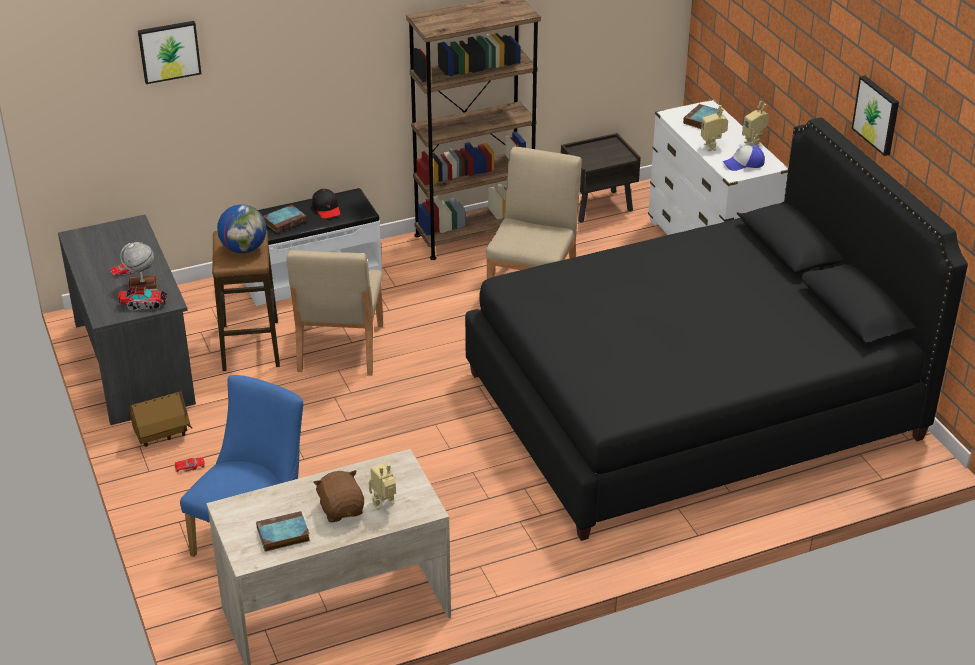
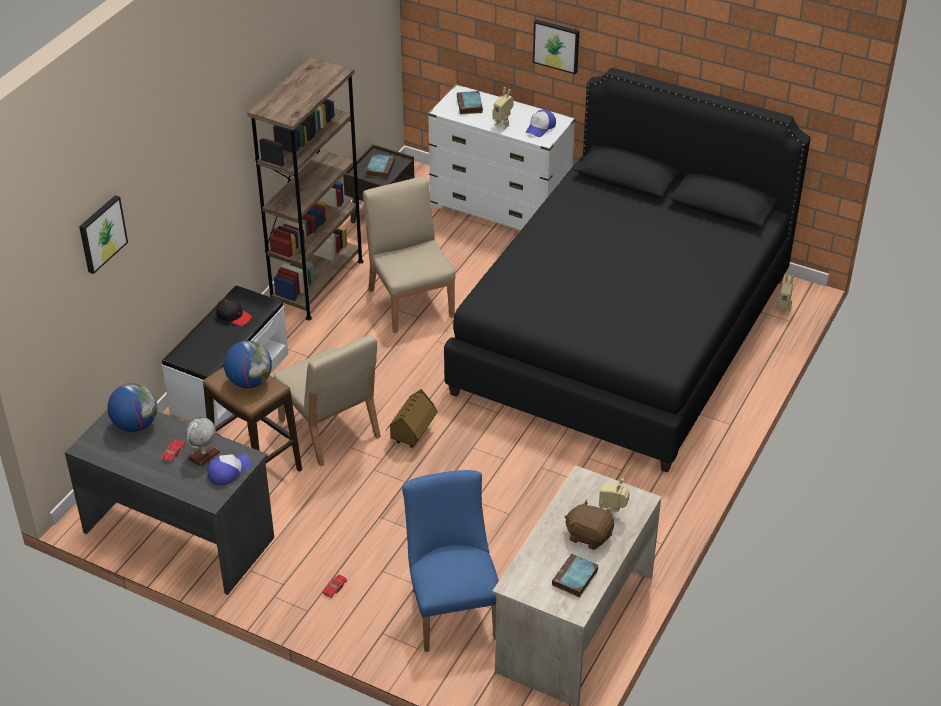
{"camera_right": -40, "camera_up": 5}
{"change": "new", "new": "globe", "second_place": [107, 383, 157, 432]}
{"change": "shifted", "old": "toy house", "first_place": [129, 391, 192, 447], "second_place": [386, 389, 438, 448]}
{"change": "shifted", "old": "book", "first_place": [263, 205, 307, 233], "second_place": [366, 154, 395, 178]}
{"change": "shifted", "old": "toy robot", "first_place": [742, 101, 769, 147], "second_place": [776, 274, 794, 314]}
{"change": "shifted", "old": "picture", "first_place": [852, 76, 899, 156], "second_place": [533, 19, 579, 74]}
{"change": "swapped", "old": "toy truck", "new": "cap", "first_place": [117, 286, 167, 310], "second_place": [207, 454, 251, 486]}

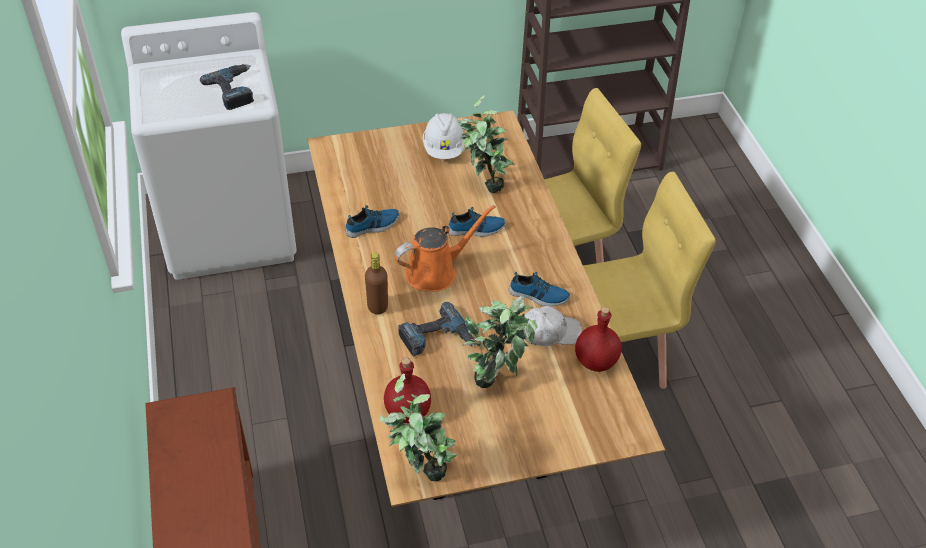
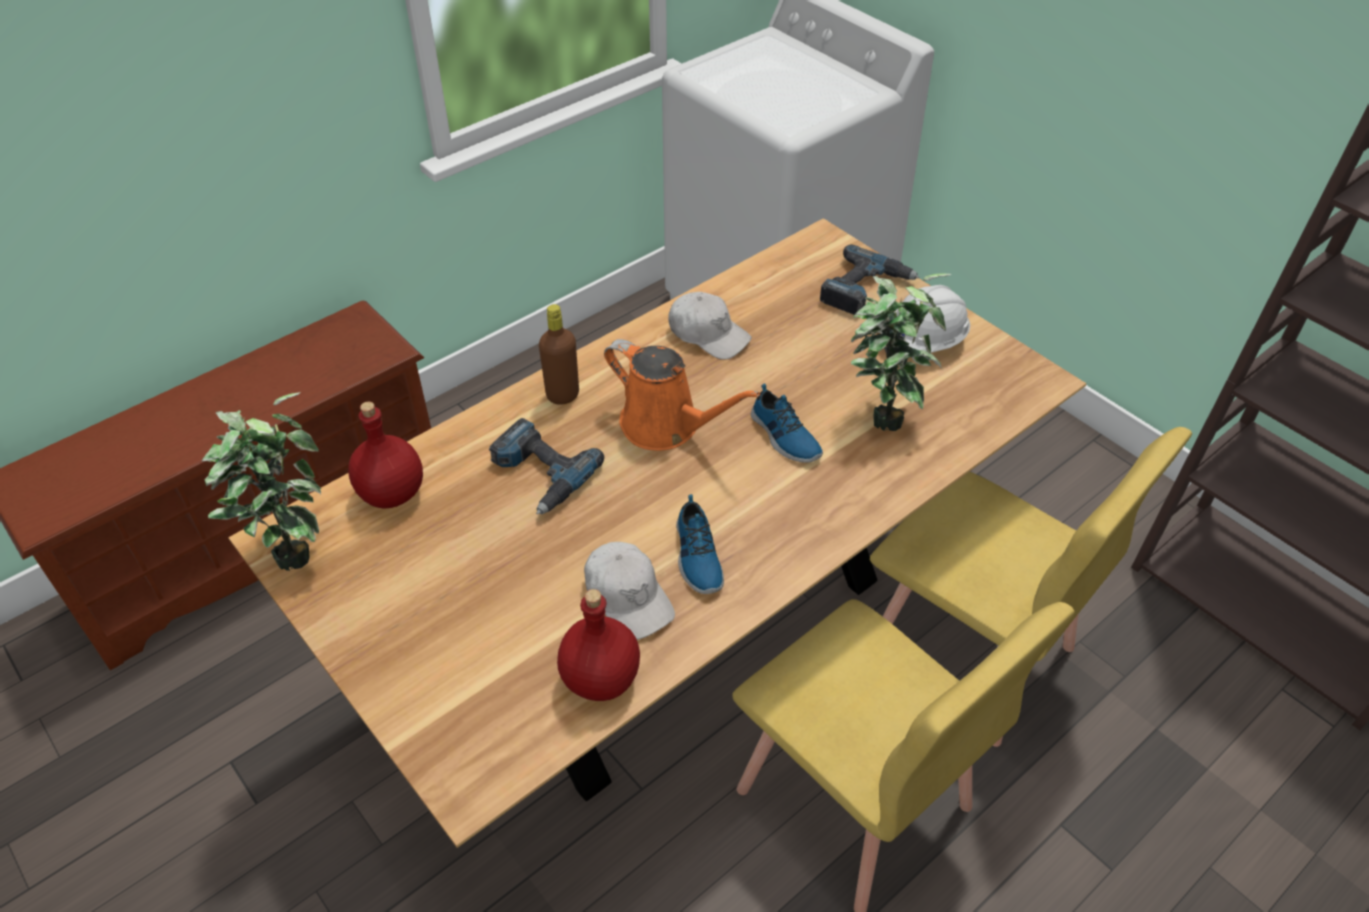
{"camera_right": 65, "camera_up": 0}
{"change": "gone", "old": "potted plant", "first_place": [462, 295, 538, 388]}
{"change": "shifted", "old": "power drill", "first_place": [200, 64, 254, 110], "second_place": [820, 245, 920, 315]}
{"change": "swapped", "old": "shoe", "new": "white cap", "first_place": [345, 205, 399, 238], "second_place": [668, 292, 752, 360]}

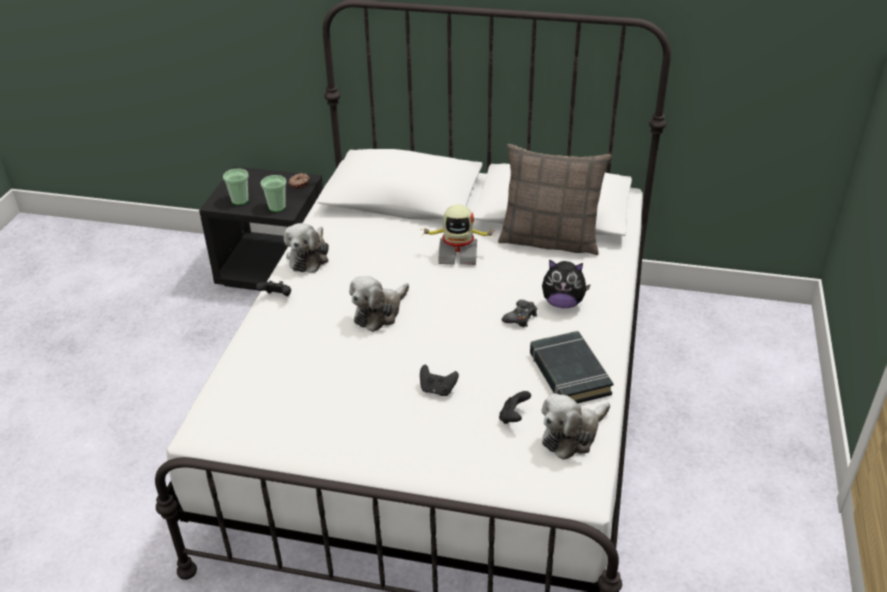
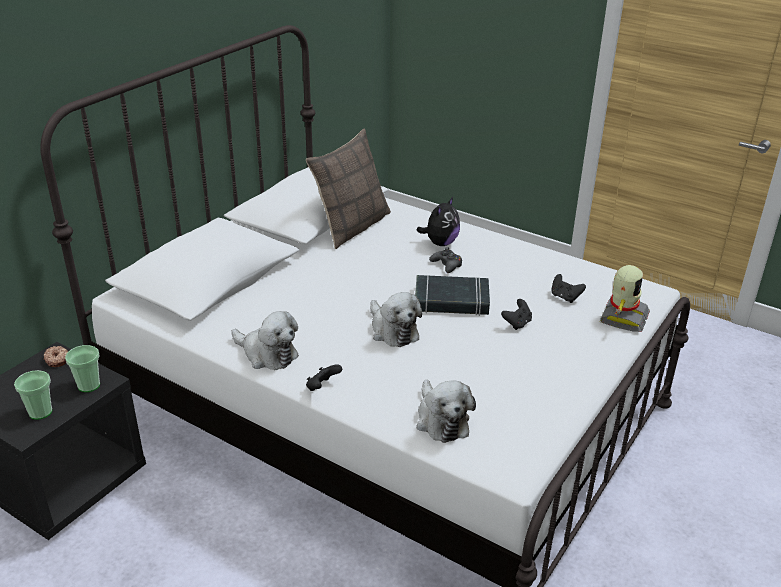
{"camera_right": -70, "camera_up": -5}
{"change": "shifted", "old": "toy robot", "first_place": [421, 204, 495, 265], "second_place": [600, 265, 650, 332]}
{"change": "shifted", "old": "black book", "first_place": [530, 331, 614, 403], "second_place": [415, 275, 490, 316]}
{"change": "shifted", "old": "plush toy", "first_place": [542, 393, 610, 460], "second_place": [417, 380, 476, 443]}

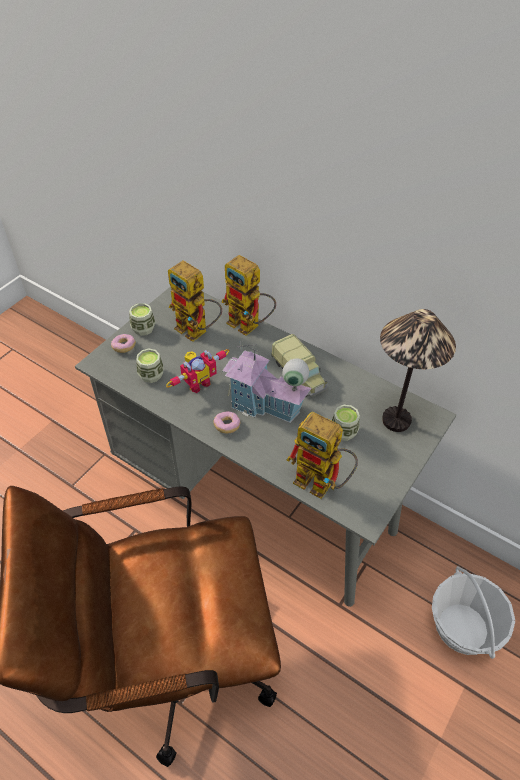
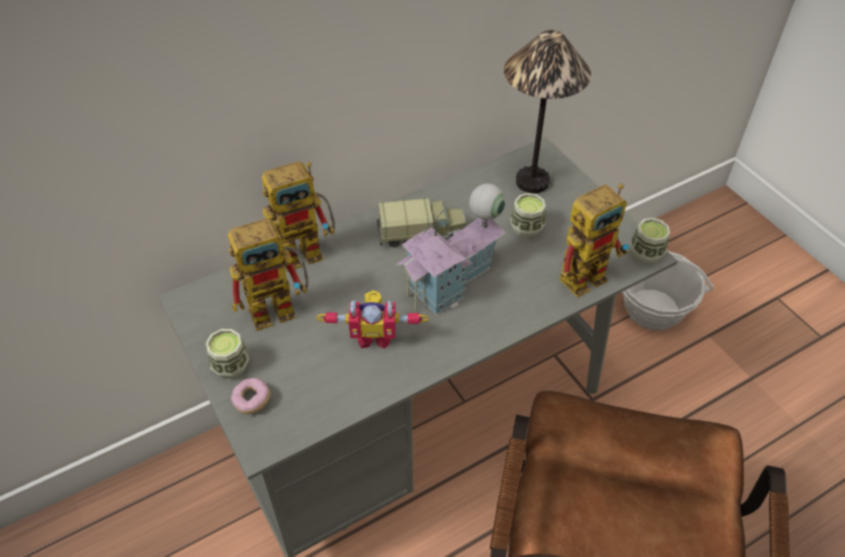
{"camera_right": -65, "camera_up": 0}
{"change": "gone", "old": "donut", "first_place": [213, 411, 240, 434]}
{"change": "shifted", "old": "cup", "first_place": [136, 349, 164, 383], "second_place": [631, 218, 670, 264]}
{"change": "rotated", "old": "toy robot", "first_place": [166, 349, 229, 393], "second_place": [316, 290, 429, 348], "degrees": 105}

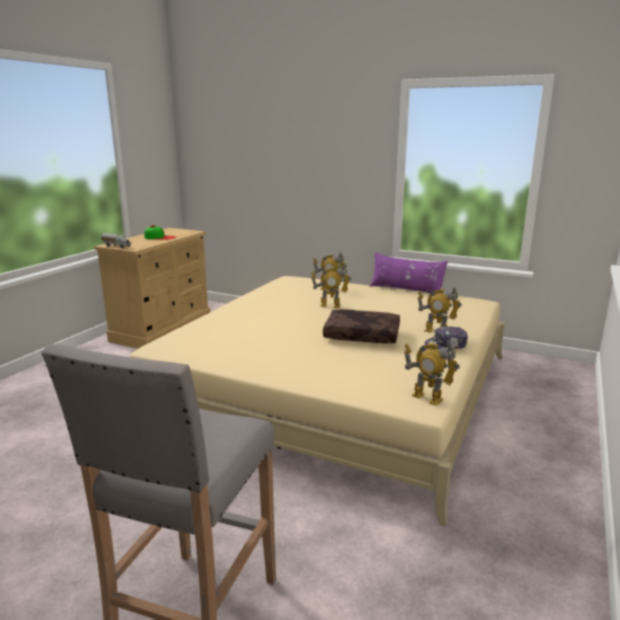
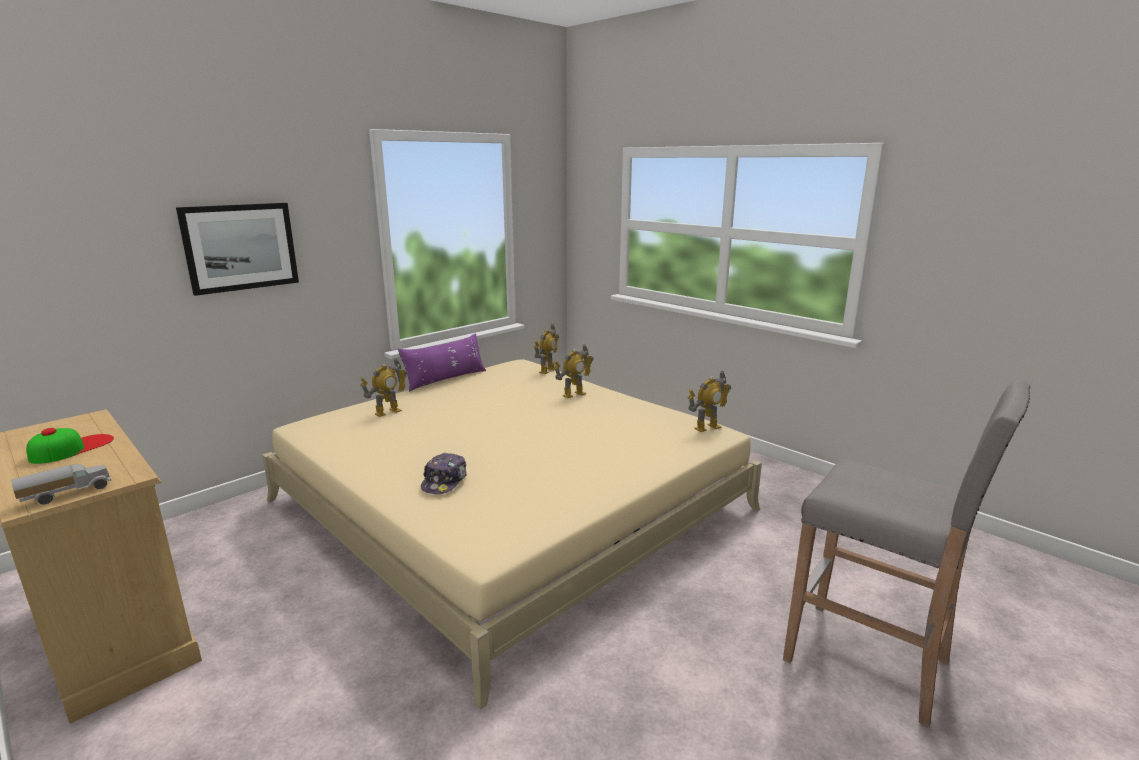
{"camera_right": -70, "camera_up": 0}
{"change": "gone", "old": "brown pillow", "first_place": [323, 309, 400, 344]}
{"change": "new", "new": "picture", "second_place": [176, 203, 299, 296]}
{"change": "shifted", "old": "toy robot", "first_place": [311, 264, 351, 308], "second_place": [534, 324, 559, 374]}
{"change": "shifted", "old": "cap", "first_place": [424, 326, 468, 349], "second_place": [421, 453, 467, 494]}

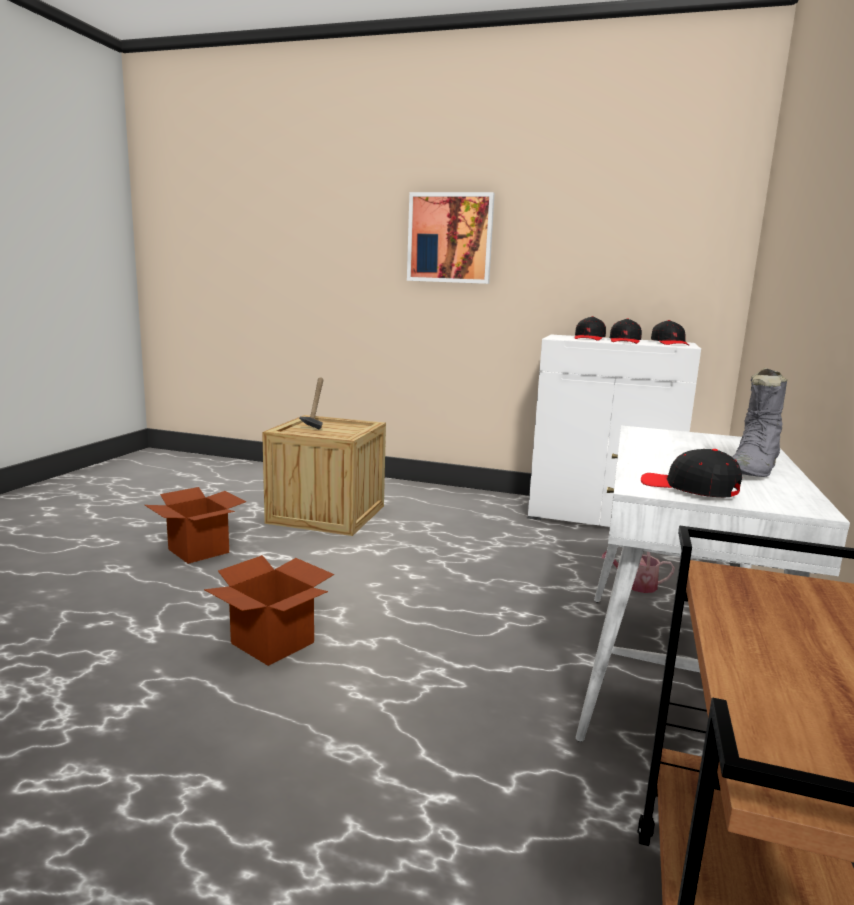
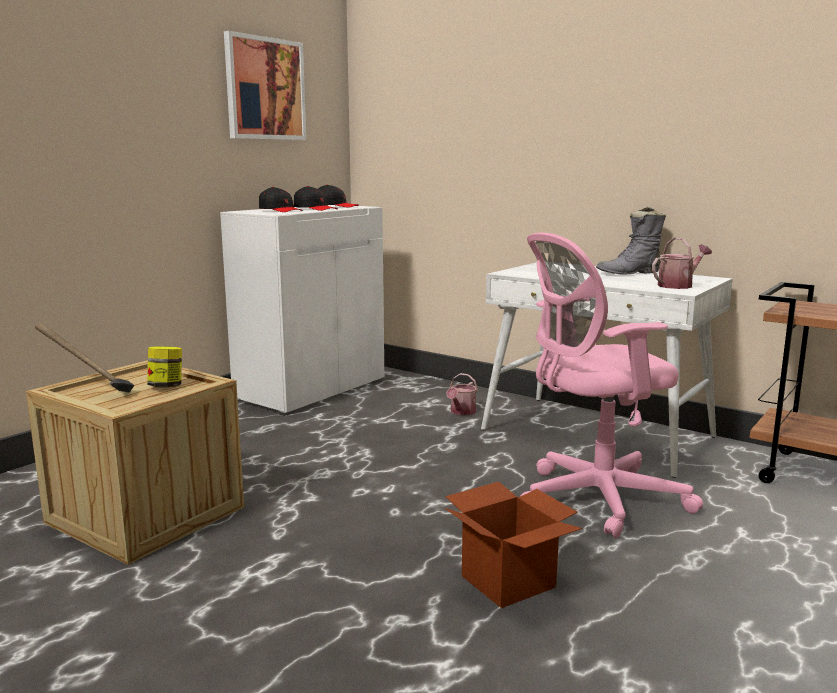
{"camera_right": -70, "camera_up": 0}
{"change": "gone", "old": "cardboard box", "first_place": [145, 487, 246, 564]}
{"change": "new", "new": "jar", "second_place": [147, 346, 182, 387]}
{"change": "new", "new": "pink office chair", "second_place": [521, 233, 704, 538]}
{"change": "shifted", "old": "picture", "first_place": [407, 192, 495, 284], "second_place": [224, 31, 306, 140]}
{"change": "swapped", "old": "black cap", "new": "watering can", "first_place": [641, 449, 742, 497], "second_place": [652, 237, 712, 289]}
{"change": "rotated", "old": "grey boot", "first_place": [733, 368, 787, 477], "second_place": [596, 207, 666, 274], "degrees": 105}

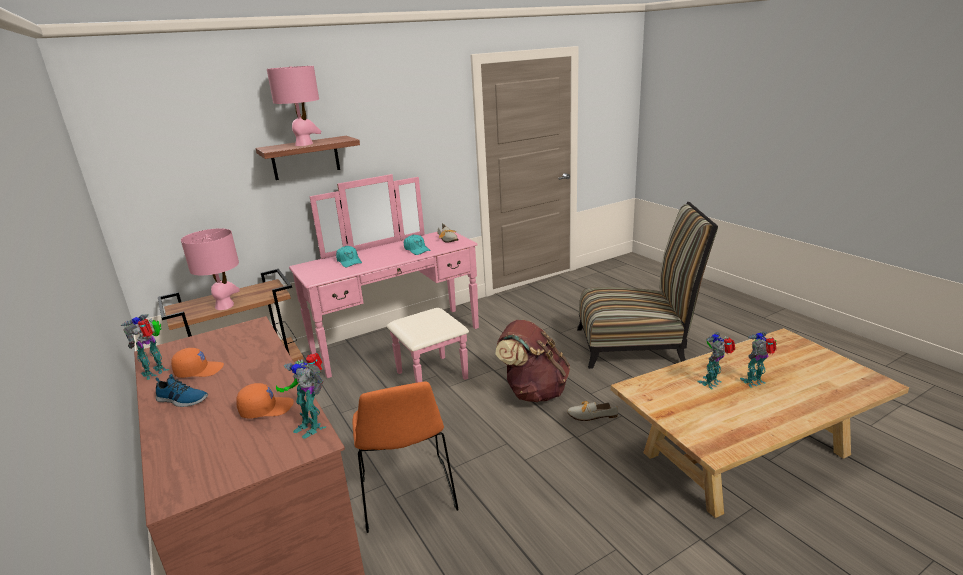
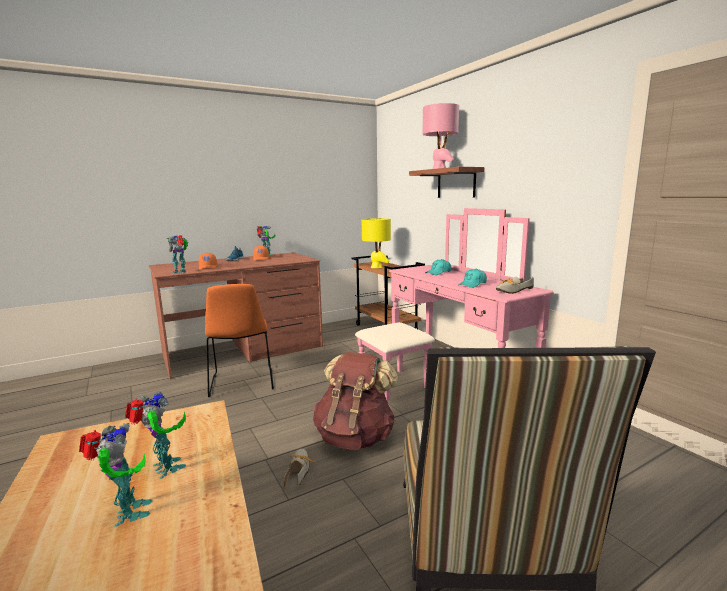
{"camera_right": 90, "camera_up": -10}
{"change": "repainted", "old": "pink table lamp", "new": "yellow table lamp", "first_place": [181, 228, 240, 310], "second_place": [362, 218, 391, 268]}
{"change": "rotated", "old": "orange chair", "first_place": [353, 381, 458, 533], "second_place": [205, 284, 274, 397], "degrees": -90}

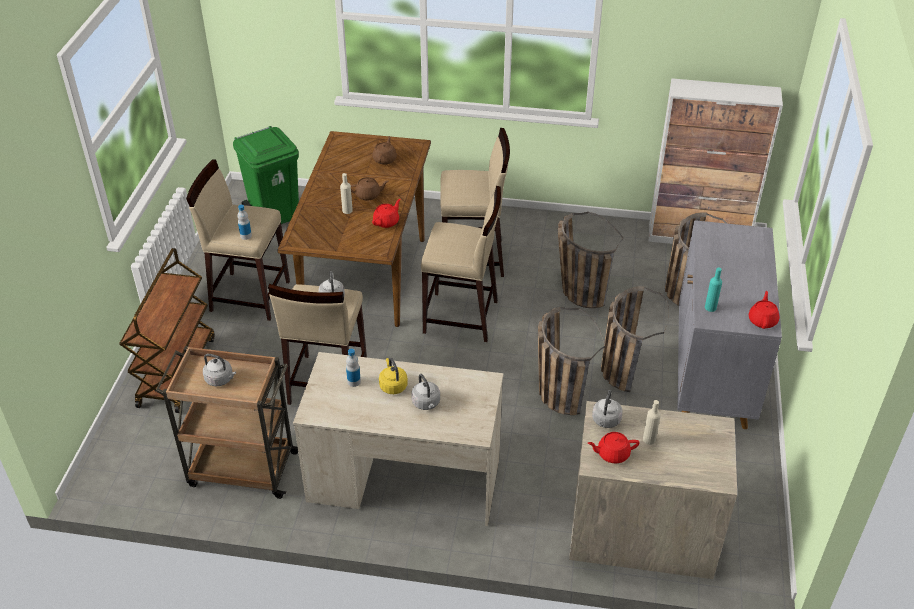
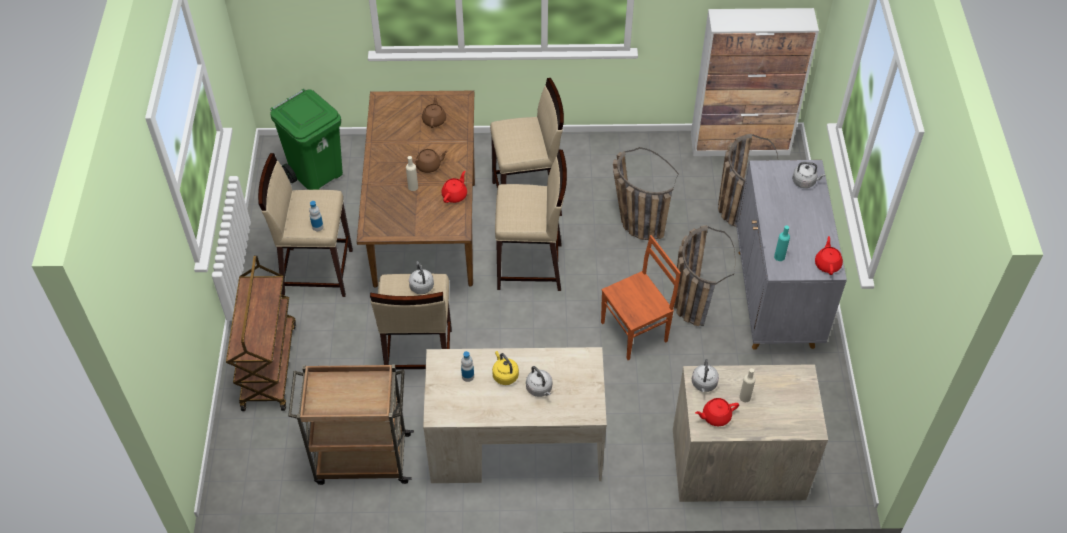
{"camera_right": -10, "camera_up": 10}
{"change": "shifted", "old": "grey kettle", "first_place": [203, 354, 236, 386], "second_place": [792, 162, 826, 188]}
{"change": "swapped", "old": "basket", "new": "brown chair", "first_place": [538, 307, 605, 415], "second_place": [601, 235, 681, 360]}

